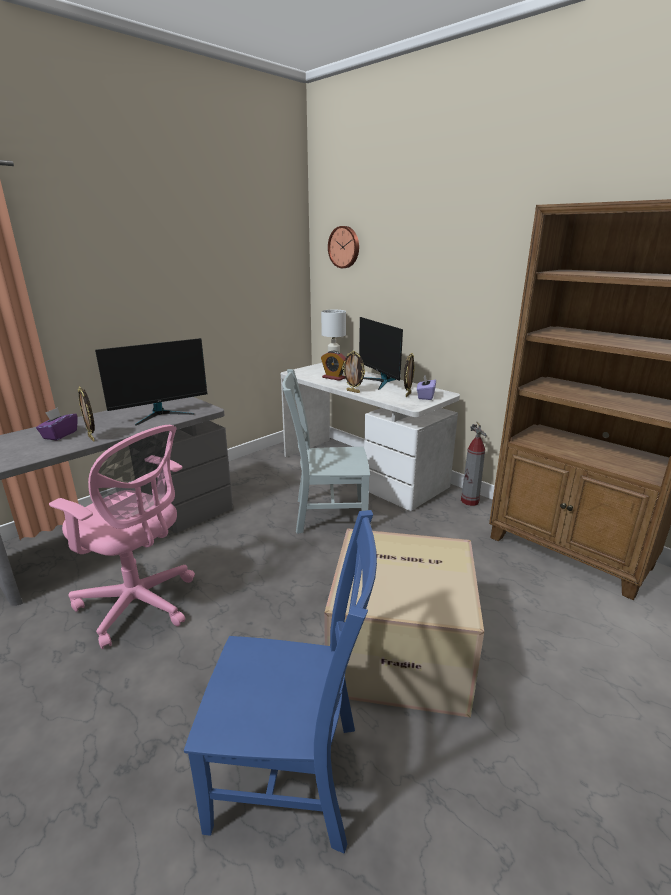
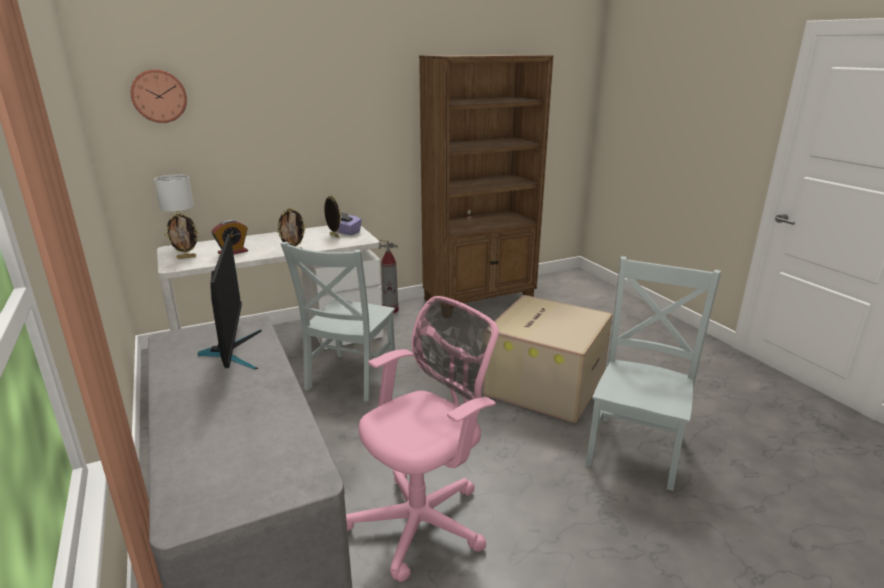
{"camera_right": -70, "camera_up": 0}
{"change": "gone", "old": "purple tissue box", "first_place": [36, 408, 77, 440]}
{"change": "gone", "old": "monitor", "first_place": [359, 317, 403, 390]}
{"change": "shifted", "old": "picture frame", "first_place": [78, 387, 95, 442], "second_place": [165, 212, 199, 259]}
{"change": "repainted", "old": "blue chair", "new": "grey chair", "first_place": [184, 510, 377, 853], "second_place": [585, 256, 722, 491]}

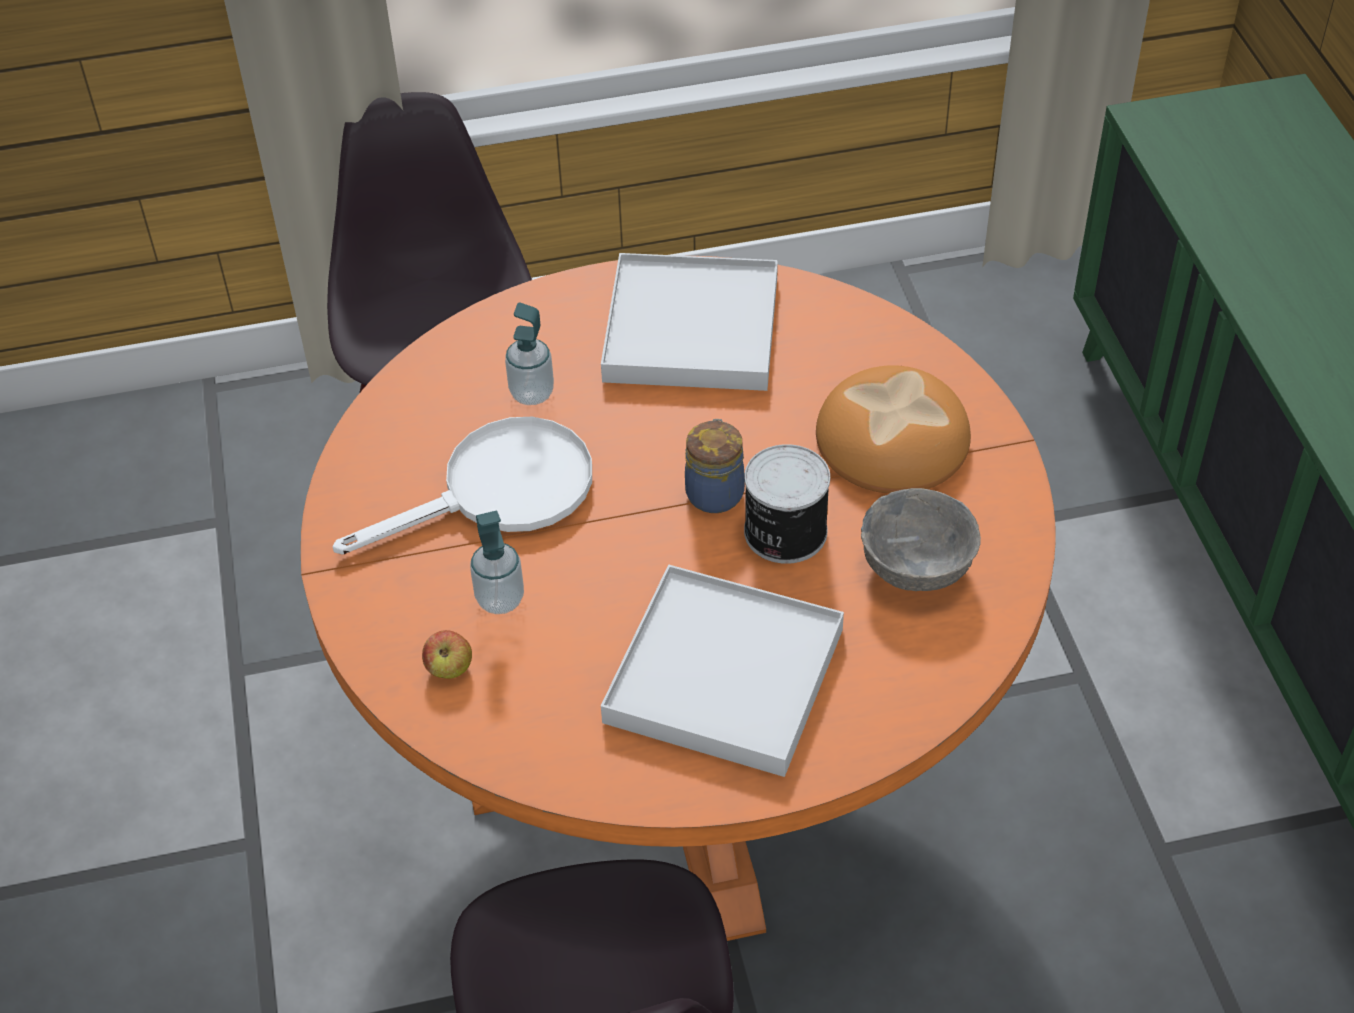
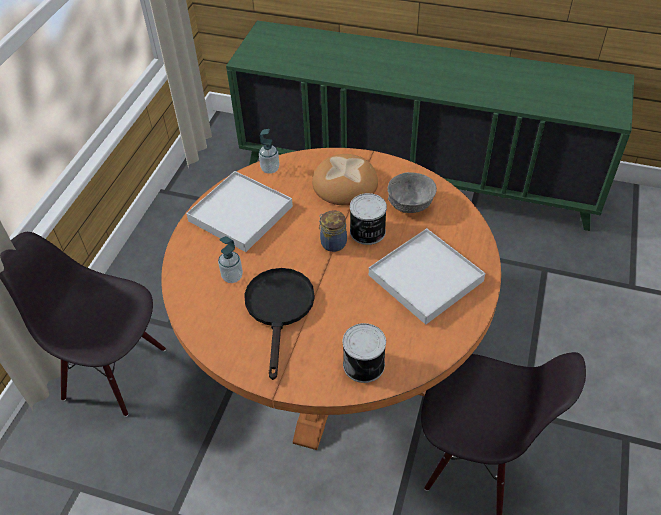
{"camera_right": -60, "camera_up": 0}
{"change": "shifted", "old": "soap dispenser", "first_place": [470, 510, 524, 614], "second_place": [259, 129, 279, 174]}
{"change": "swapped", "old": "apple", "new": "can", "first_place": [422, 630, 472, 679], "second_place": [343, 323, 386, 383]}
{"change": "repainted", "old": "white frying pan", "new": "black frying pan", "first_place": [333, 417, 592, 555], "second_place": [244, 268, 315, 380]}

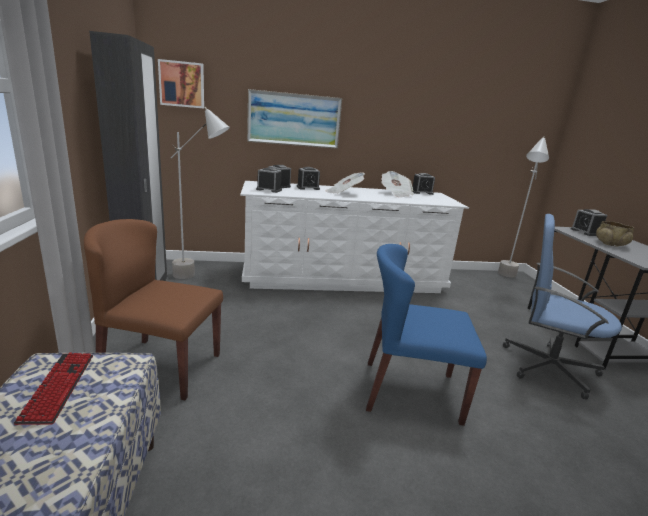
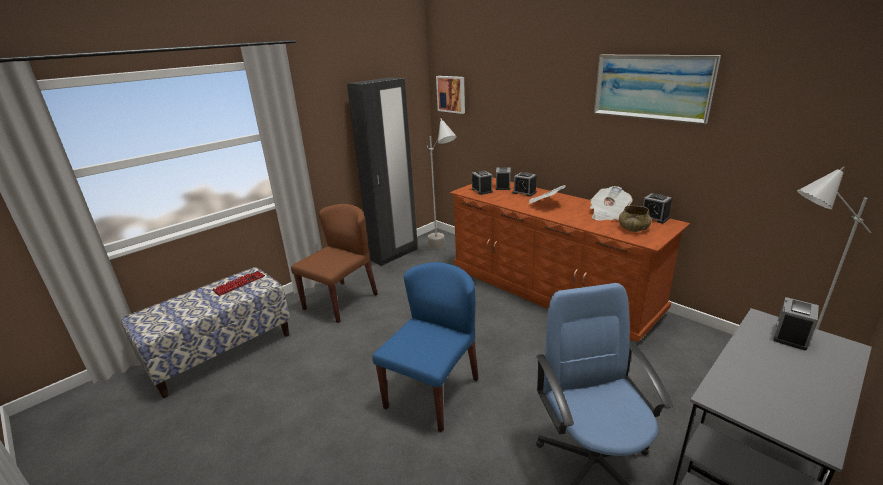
{"camera_right": 55, "camera_up": 5}
{"change": "shifted", "old": "picture", "first_place": [247, 89, 342, 149], "second_place": [594, 55, 721, 124]}
{"change": "shifted", "old": "beige bowl", "first_place": [596, 221, 634, 247], "second_place": [619, 205, 652, 232]}
{"change": "repainted", "old": "white dresser", "new": "brown dresser", "first_place": [240, 181, 469, 293], "second_place": [450, 177, 690, 342]}
{"change": "rotated", "old": "brown chair", "first_place": [84, 219, 223, 400], "second_place": [291, 204, 378, 323], "degrees": 60}
{"change": "rotated", "old": "blue chair", "first_place": [366, 244, 487, 426], "second_place": [372, 262, 478, 433], "degrees": 60}

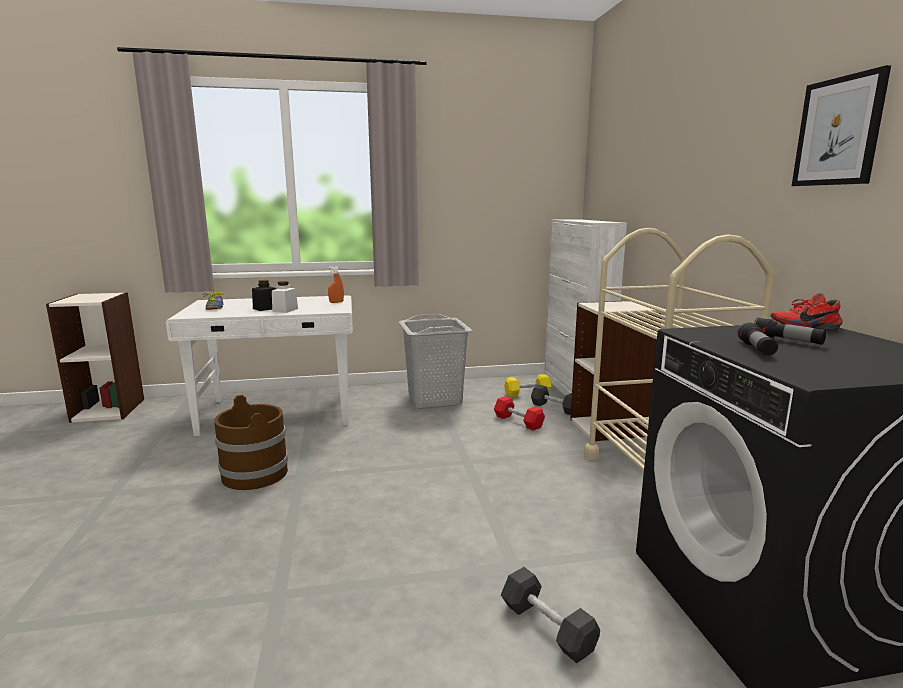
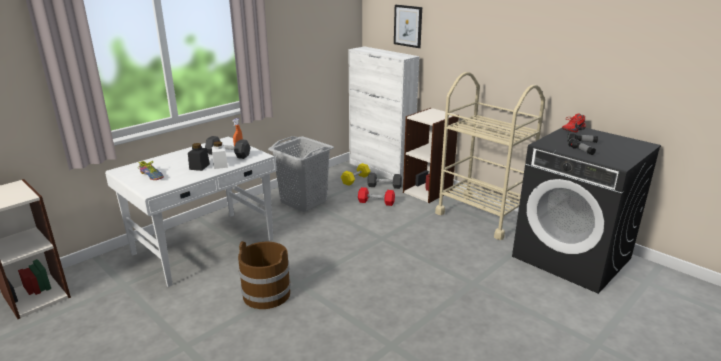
{"camera_right": -35, "camera_up": 10}
{"change": "shifted", "old": "black dumbbell", "first_place": [501, 567, 600, 663], "second_place": [205, 136, 251, 159]}
{"change": "shifted", "old": "picture", "first_place": [792, 65, 891, 186], "second_place": [394, 5, 422, 48]}

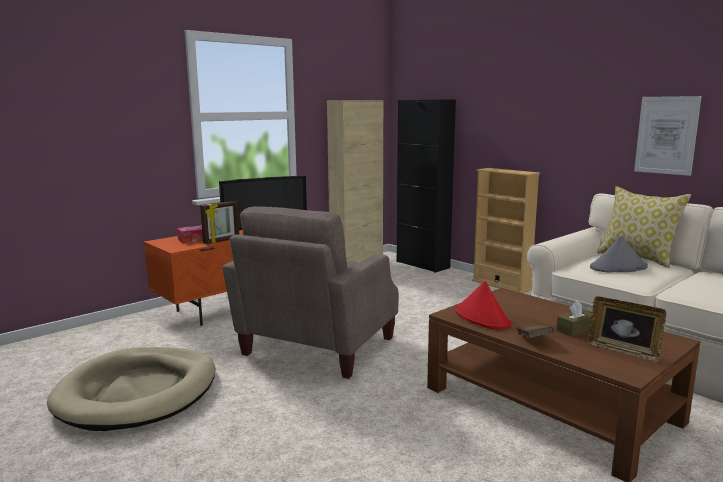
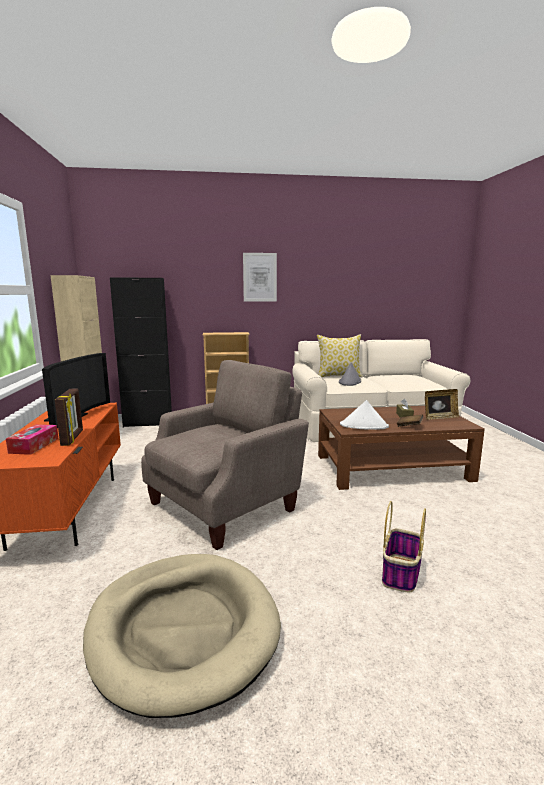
{"camera_right": -55, "camera_up": 0}
{"change": "new", "new": "basket", "second_place": [382, 501, 426, 592]}
{"change": "shifted", "old": "picture", "first_place": [634, 96, 701, 176], "second_place": [243, 253, 277, 301]}
{"change": "repainted", "old": "red hat", "new": "white hat", "first_place": [455, 281, 511, 329], "second_place": [340, 400, 389, 430]}
{"change": "rotated", "old": "beige armchair", "first_place": [223, 207, 398, 379], "second_place": [141, 360, 309, 550], "degrees": -105}

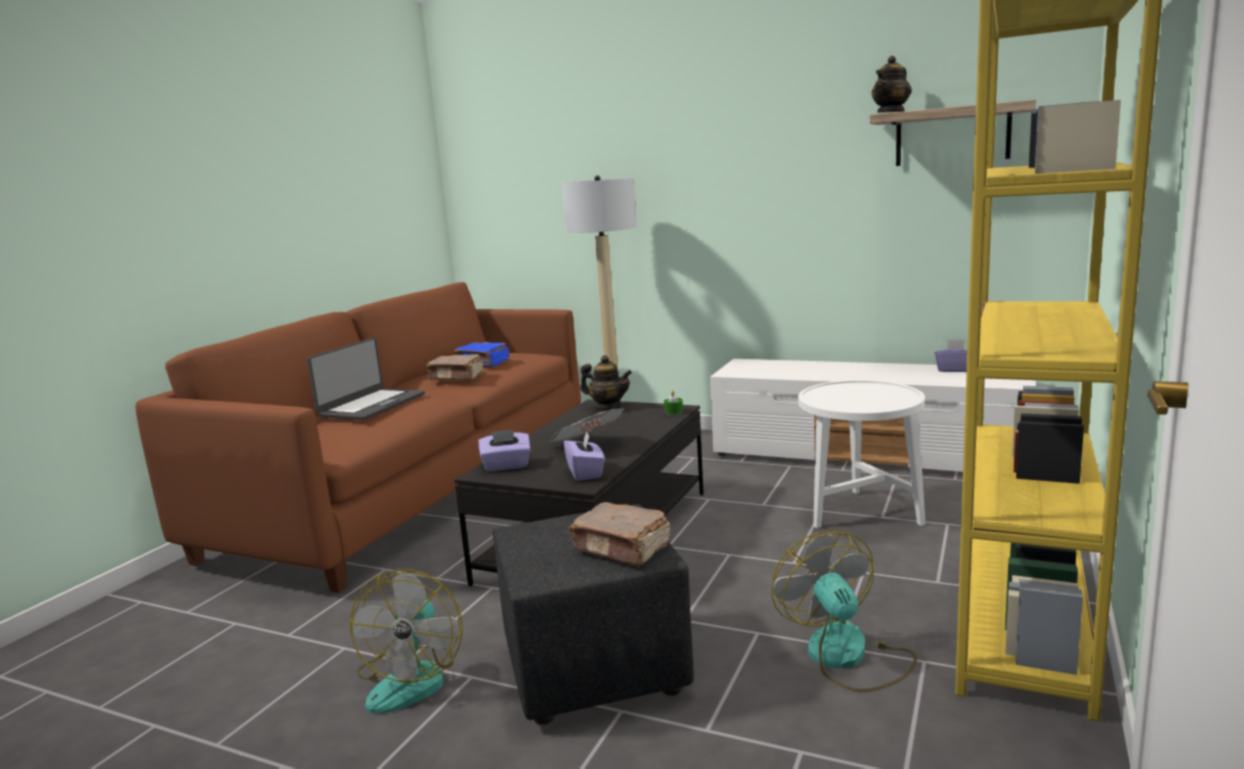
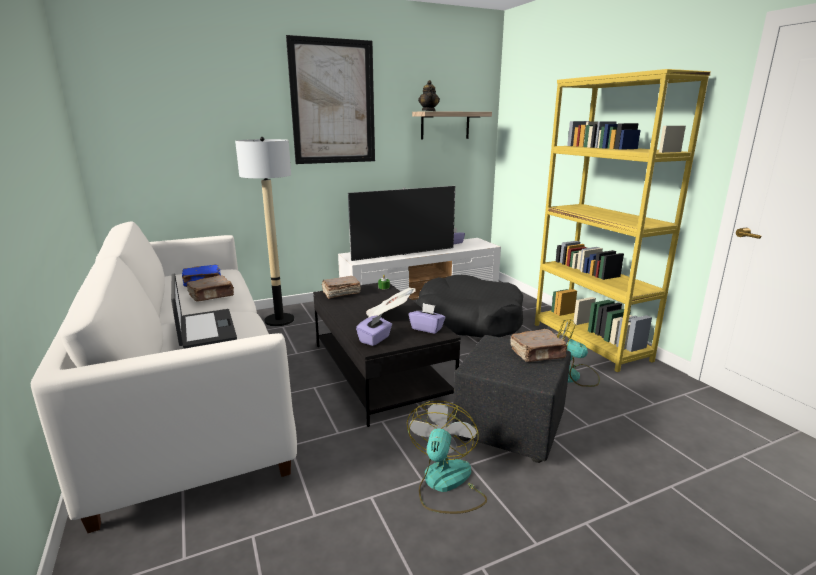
{"camera_right": -50, "camera_up": 5}
{"change": "new", "new": "picture", "second_place": [286, 35, 375, 164]}
{"change": "new", "new": "television", "second_place": [348, 186, 455, 261]}
{"change": "swapped", "old": "teapot", "new": "brown book", "first_place": [580, 355, 632, 410], "second_place": [322, 276, 361, 299]}
{"change": "swapped", "old": "white side table", "new": "black dog bed", "first_place": [798, 380, 925, 528], "second_place": [416, 275, 523, 338]}
{"change": "repainted", "old": "brown sofa", "new": "white sofa", "first_place": [135, 282, 581, 593], "second_place": [31, 221, 297, 533]}
{"change": "rotated", "old": "fan", "first_place": [350, 570, 463, 714], "second_place": [407, 401, 487, 514], "degrees": -120}

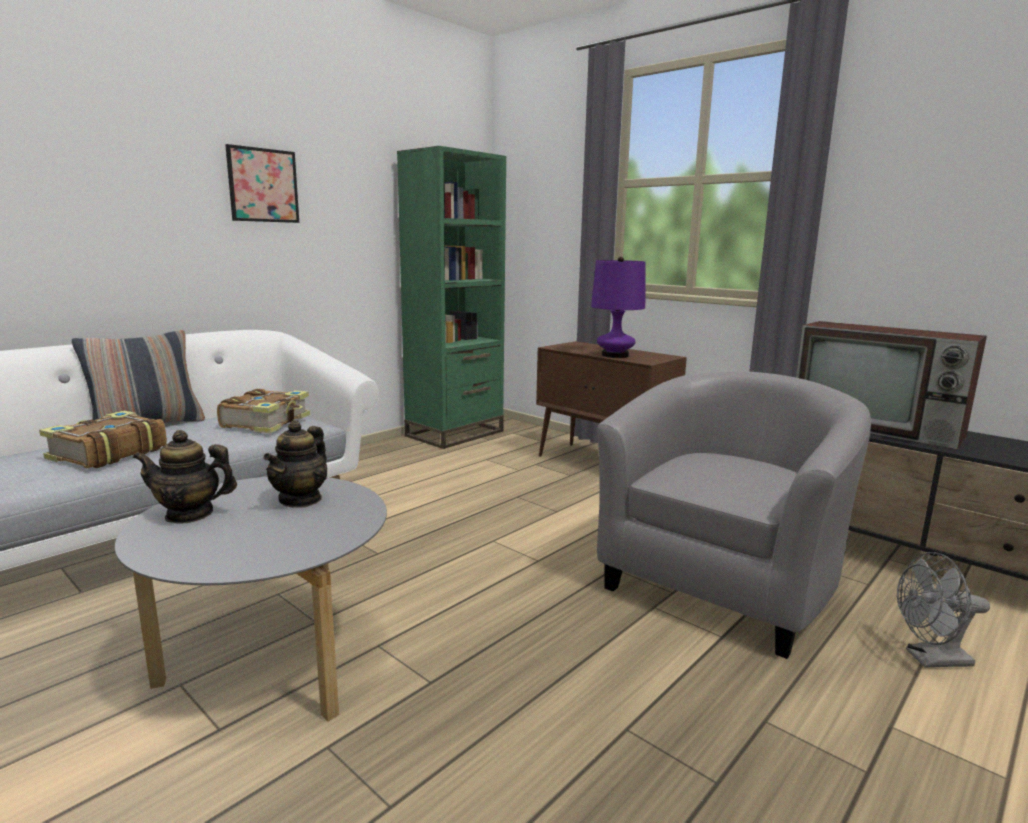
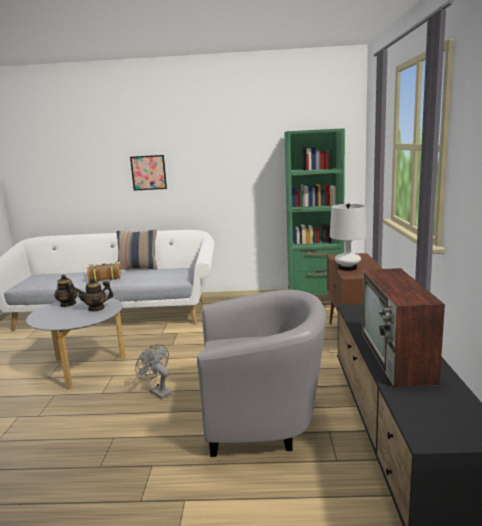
{"camera_right": 50, "camera_up": 0}
{"change": "gone", "old": "book", "first_place": [217, 389, 310, 433]}
{"change": "shifted", "old": "picture", "first_place": [225, 144, 299, 223], "second_place": [130, 155, 167, 191]}
{"change": "shifted", "old": "grey fan", "first_place": [897, 552, 990, 668], "second_place": [135, 344, 172, 399]}
{"change": "repainted", "old": "purple table lamp", "new": "white table lamp", "first_place": [591, 257, 646, 358], "second_place": [330, 203, 367, 271]}

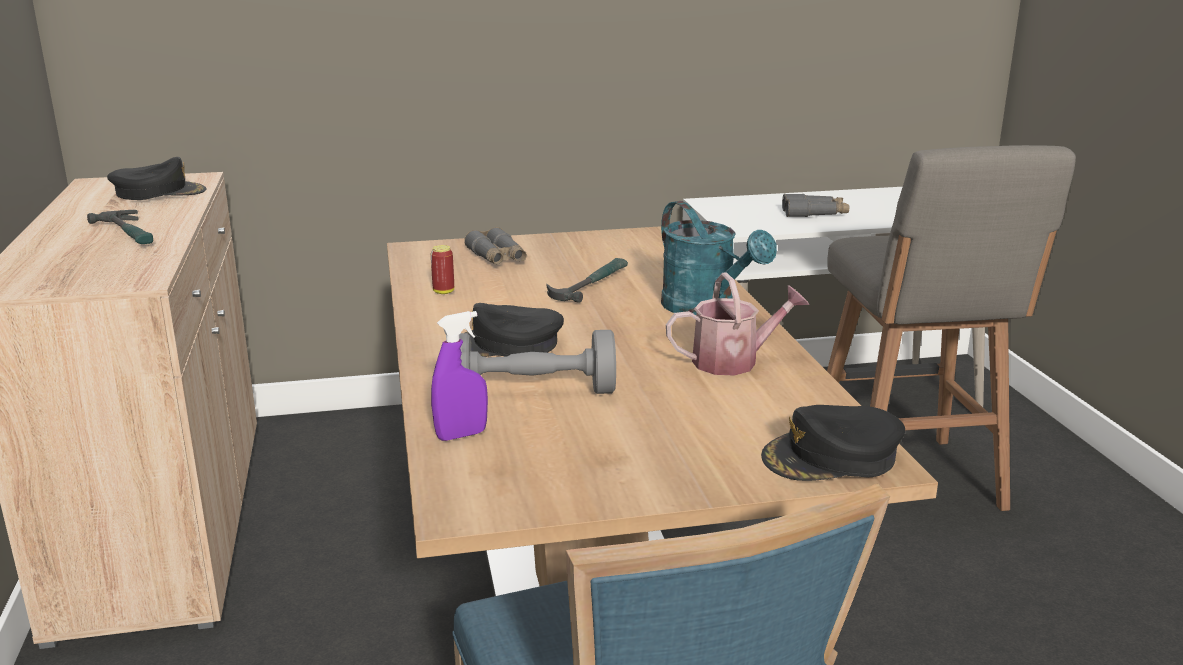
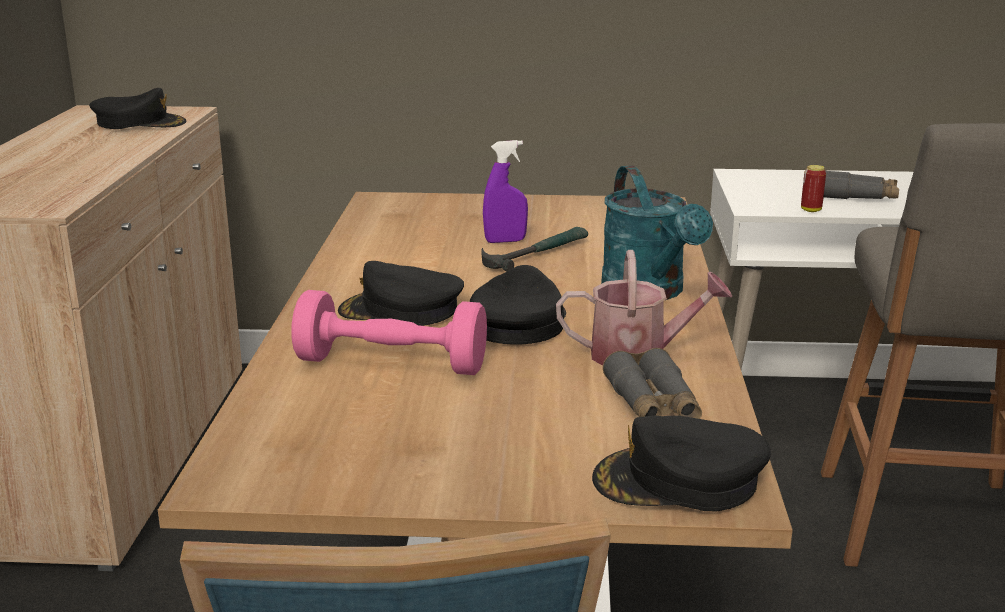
{"camera_right": 15, "camera_up": 0}
{"change": "gone", "old": "hammer", "first_place": [87, 210, 153, 244]}
{"change": "new", "new": "black cap", "second_place": [469, 265, 566, 345]}
{"change": "shifted", "old": "can", "first_place": [431, 245, 454, 294], "second_place": [801, 165, 826, 212]}
{"change": "shifted", "old": "purple spray bottle", "first_place": [431, 311, 488, 441], "second_place": [483, 140, 528, 243]}
{"change": "shifted", "old": "grey binoculars", "first_place": [464, 227, 527, 265], "second_place": [603, 348, 702, 419]}
{"change": "repainted", "old": "grey dumbbell", "new": "pink dumbbell", "first_place": [459, 330, 616, 394], "second_place": [291, 290, 487, 375]}

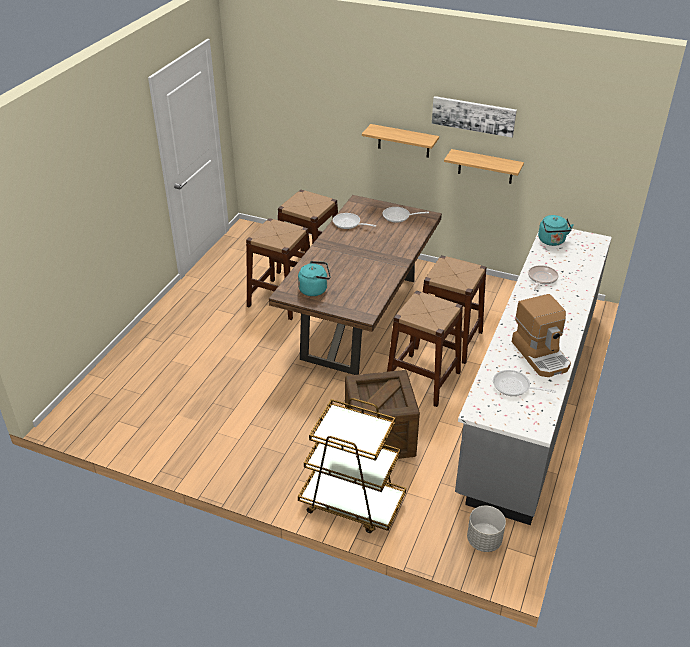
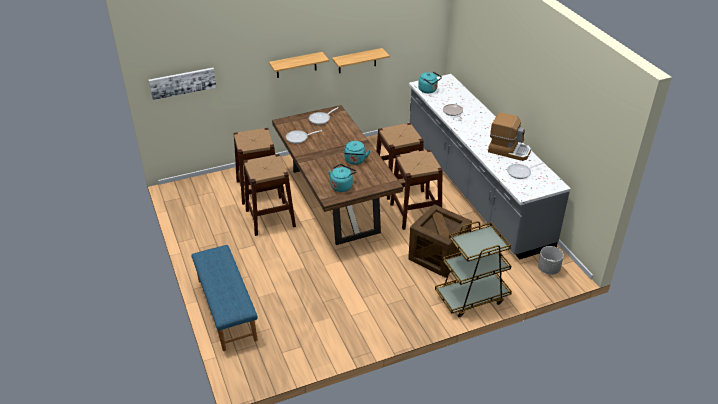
{"camera_right": -45, "camera_up": 0}
{"change": "new", "new": "blue bench", "second_place": [191, 245, 258, 351]}
{"change": "new", "new": "turquoise kettle", "second_place": [344, 141, 370, 165]}
{"change": "shifted", "old": "picture", "first_place": [432, 96, 517, 138], "second_place": [149, 68, 217, 100]}

